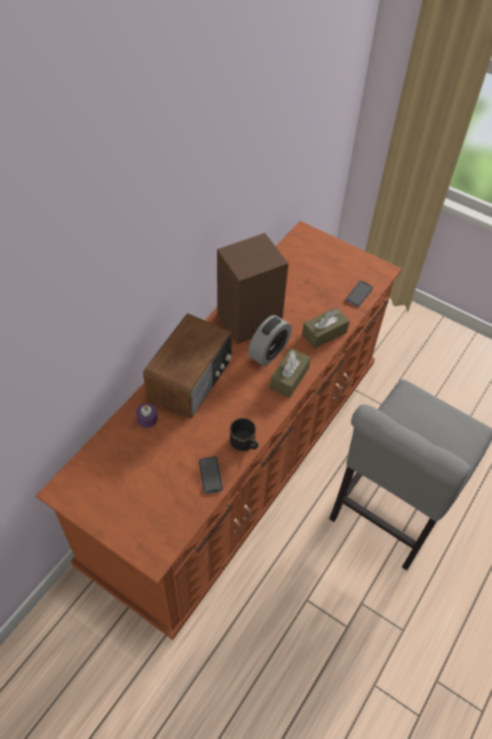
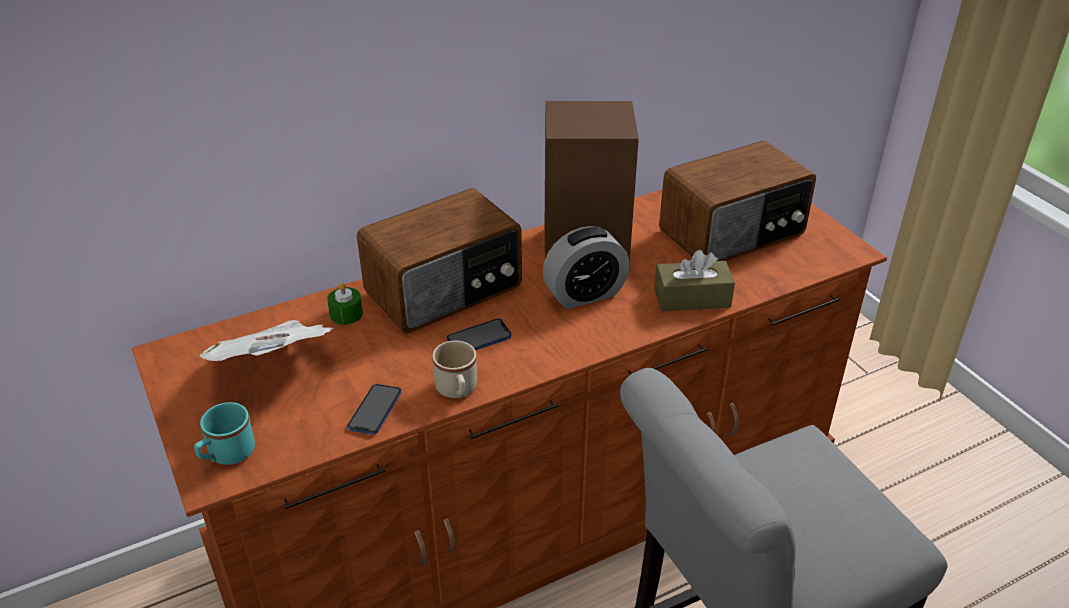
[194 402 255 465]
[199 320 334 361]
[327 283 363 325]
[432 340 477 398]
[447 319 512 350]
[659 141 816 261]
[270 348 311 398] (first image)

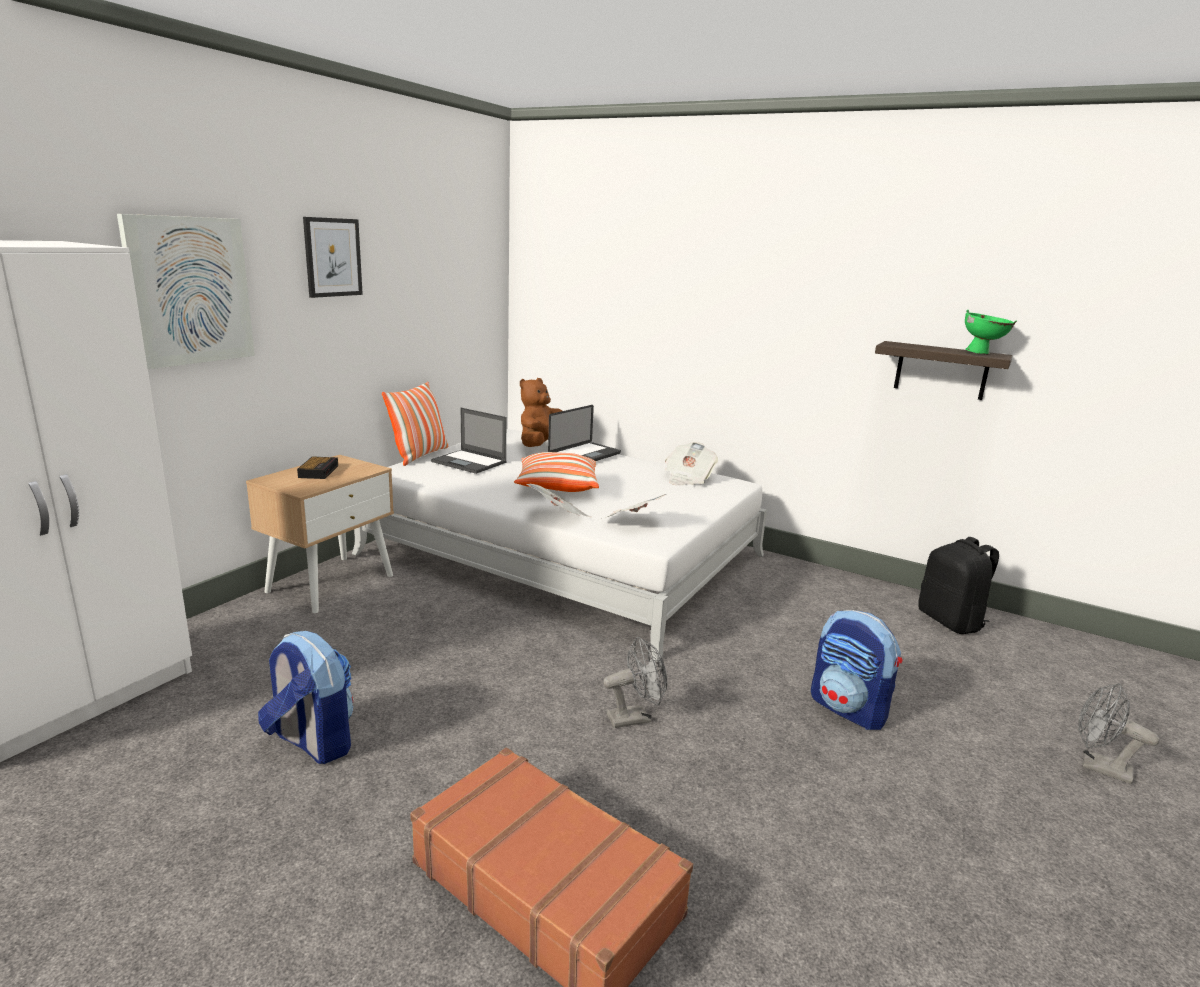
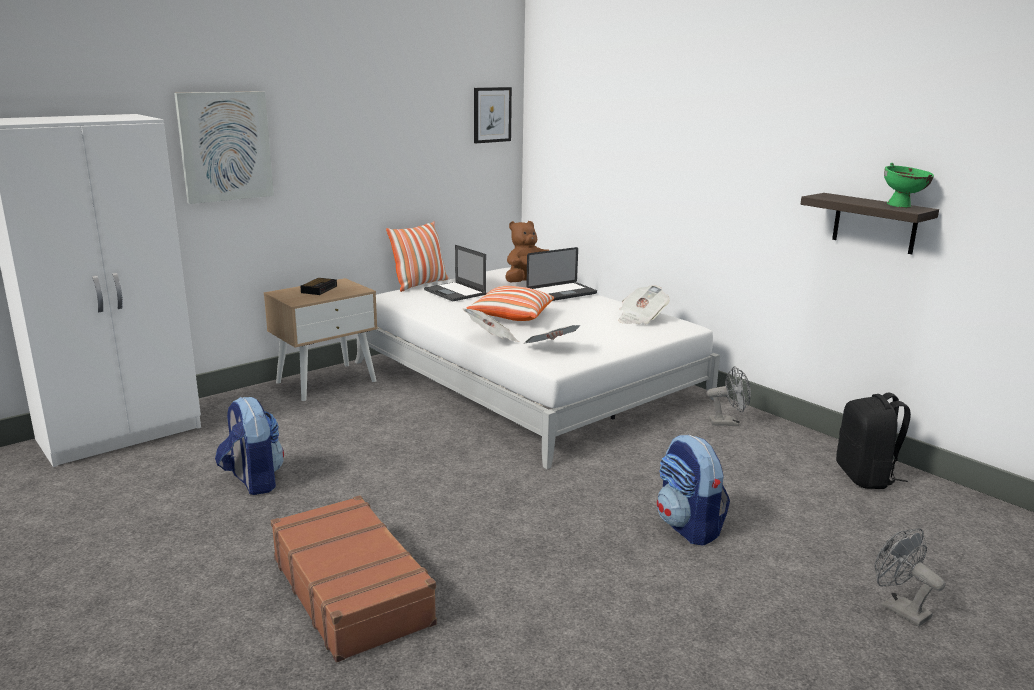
[474 87 512 143]
[707 366 751 426]

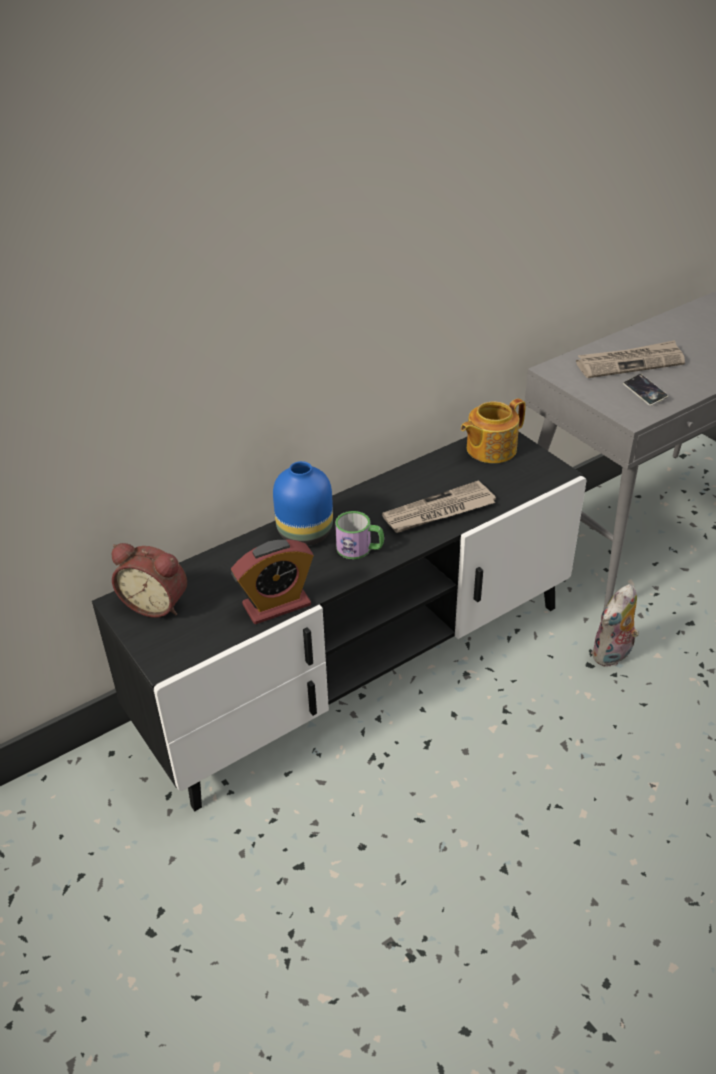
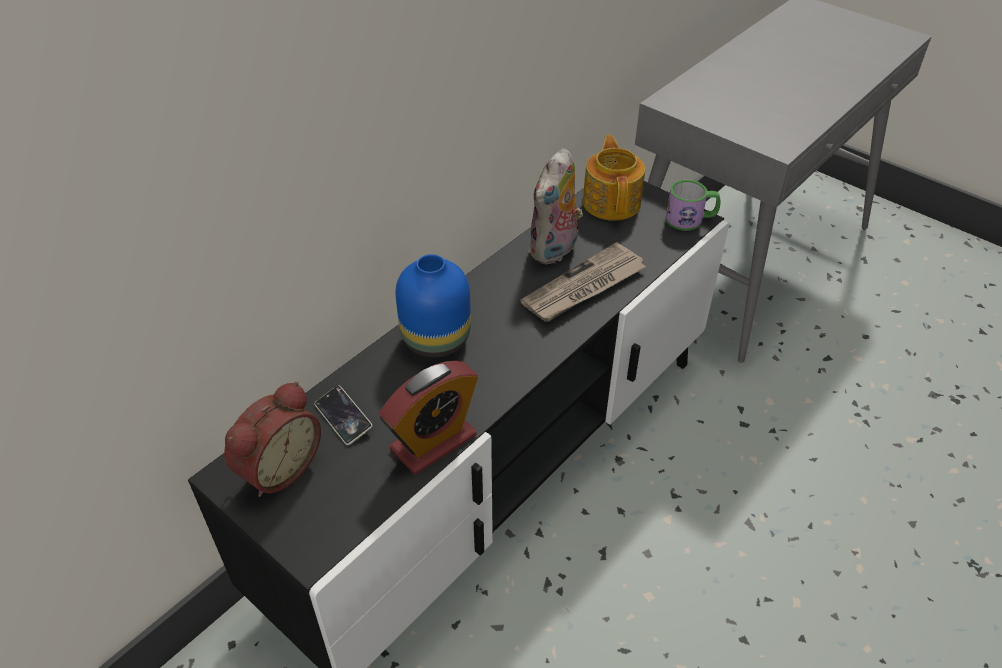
[224 381 321 497]
[315 385 373 445]
[528 148 583 265]
[583 135 645 221]
[666 180 720 231]
[576 340 685 378] (first image)

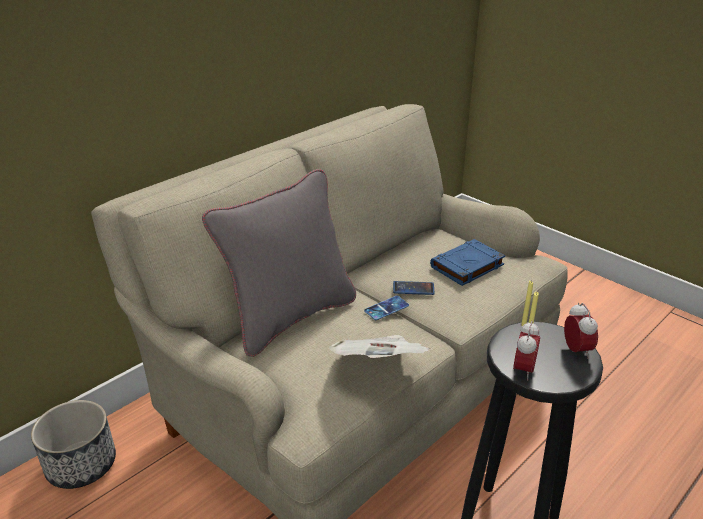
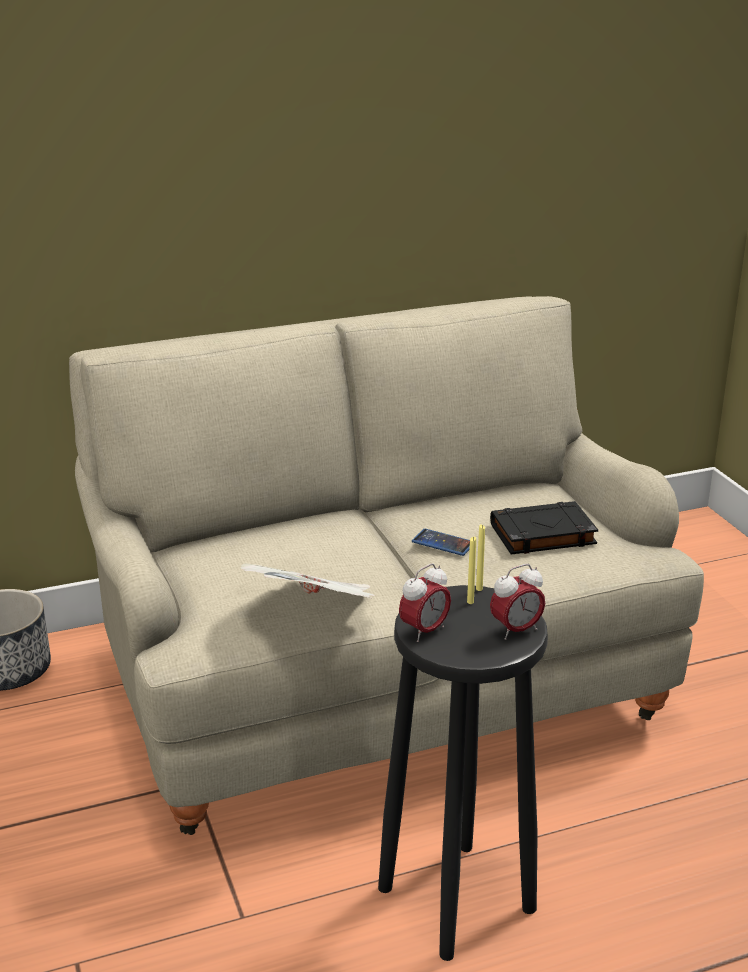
[490 501 598 554]
[490 564 545 640]
[202 169 356 357] (first image)
[364 296 409 320] (first image)

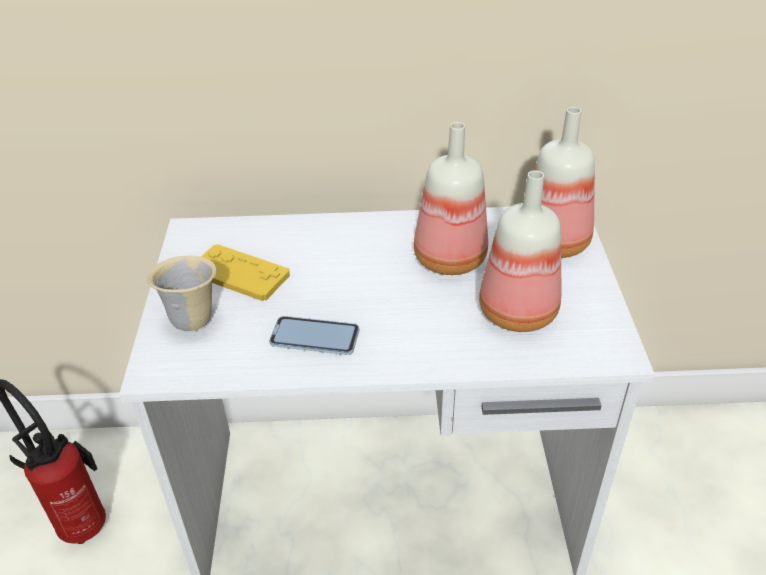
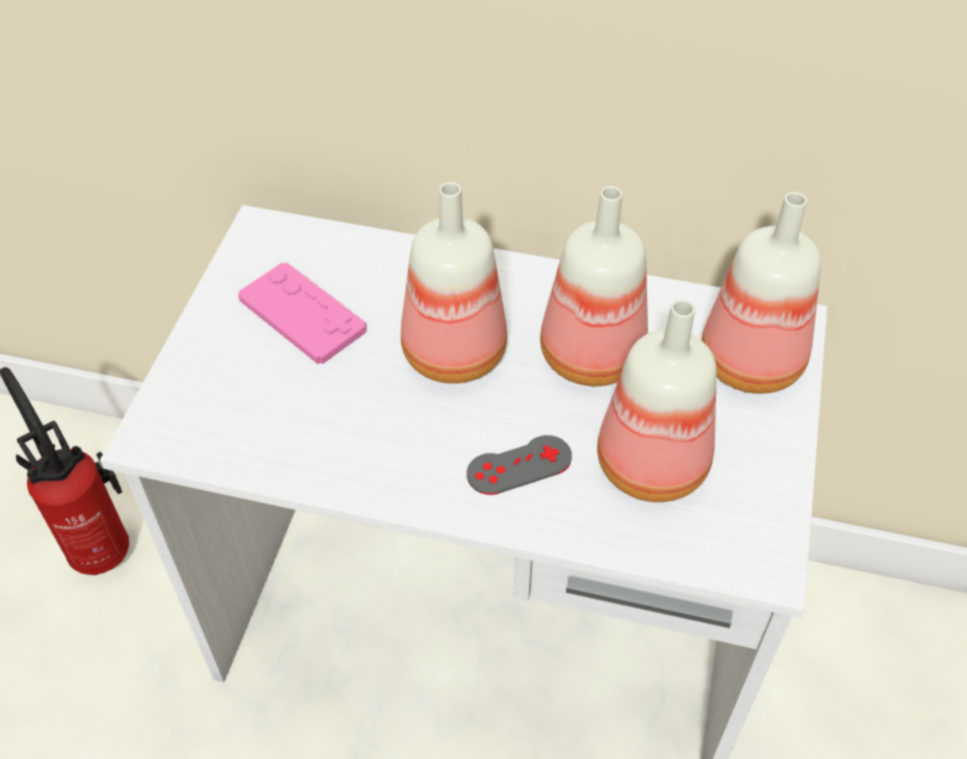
[238 262 367 364]
[401 182 507 384]
[467 435 572 495]
[147 256 217 332] (first image)
[269 316 359 355] (first image)

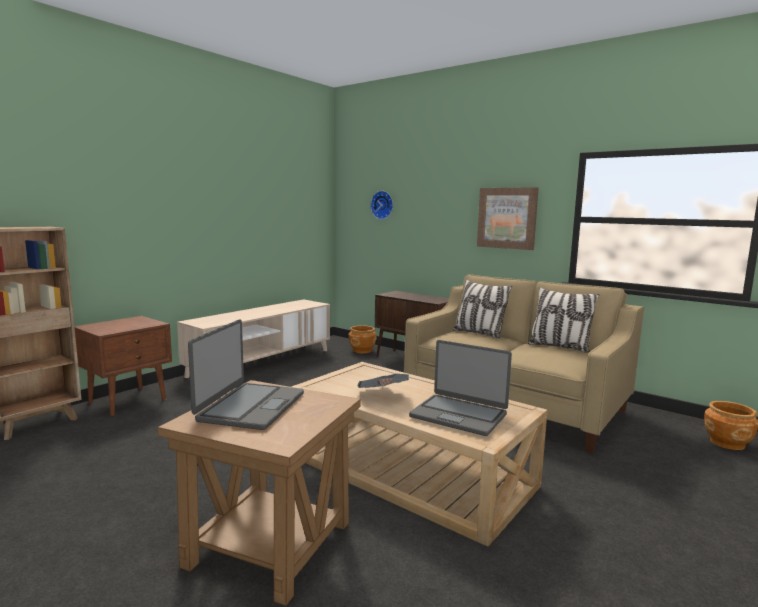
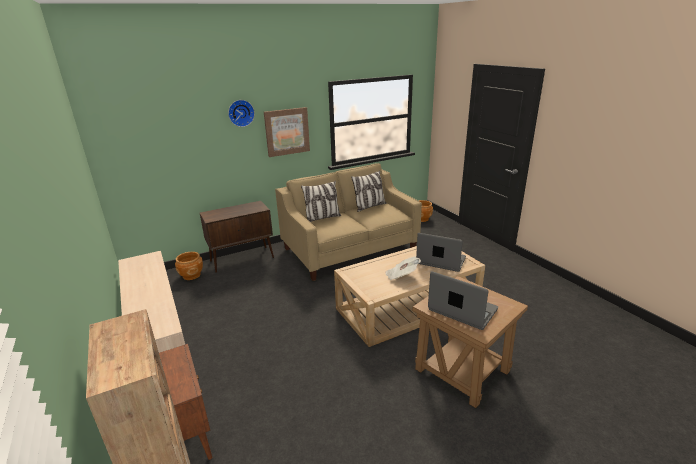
[228 100 255 127]
[416 233 466 272]

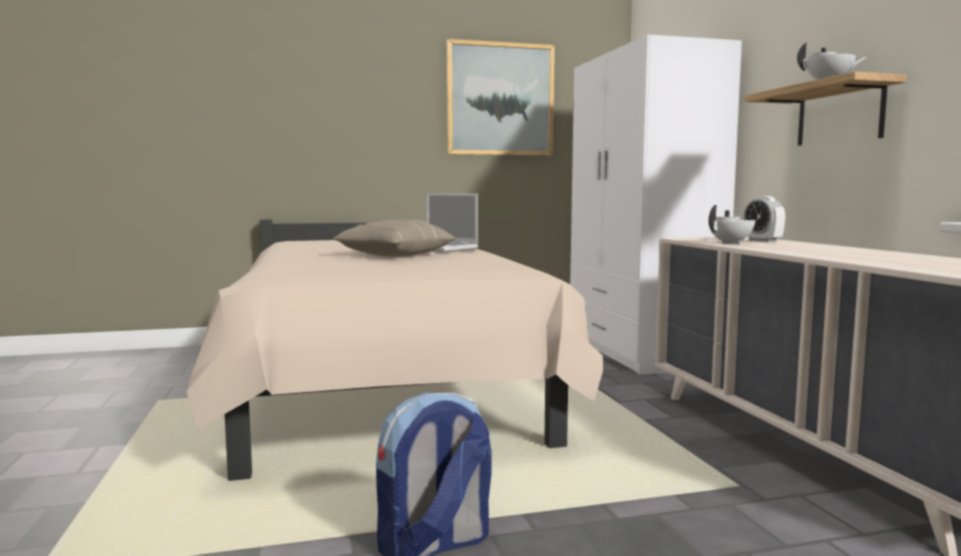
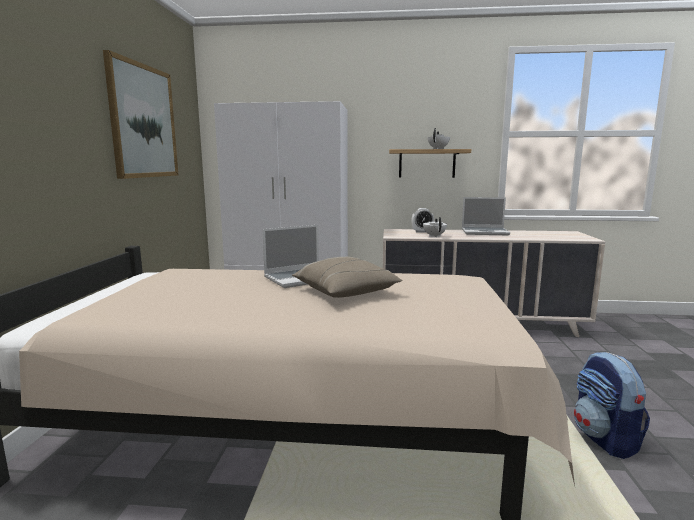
[462 197 510 235]

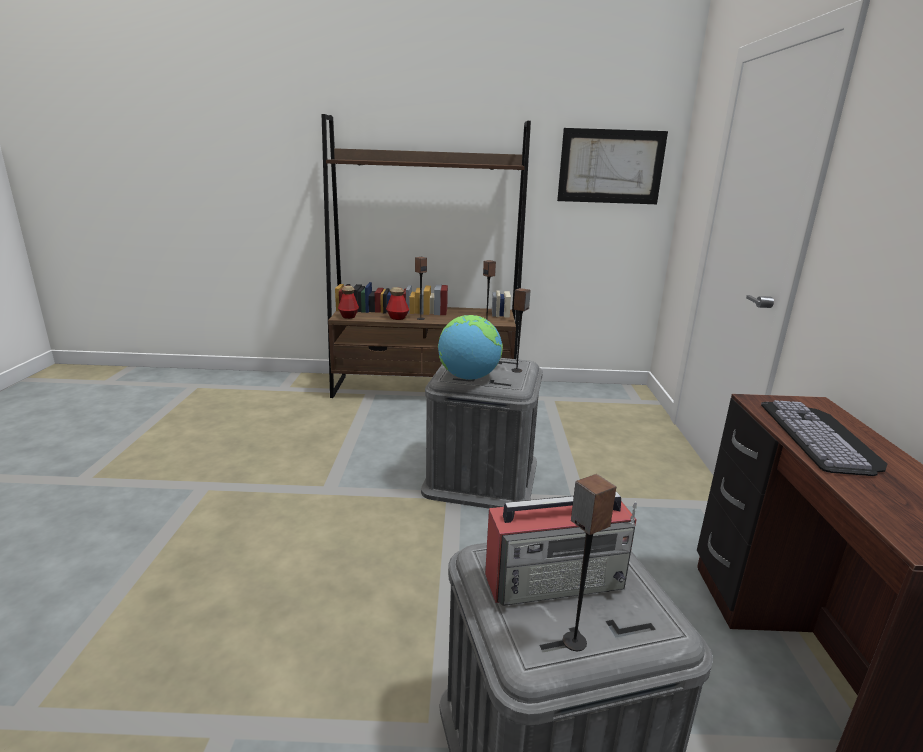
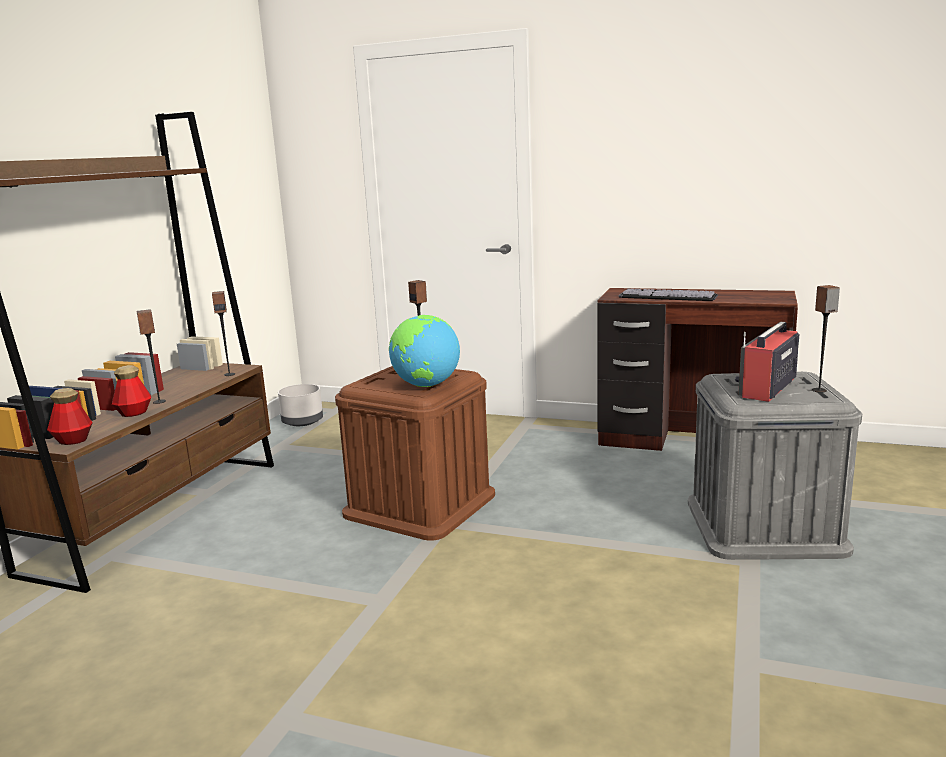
[278 384 323 426]
[335 366 495 541]
[735 322 799 402]
[557 128 668 204] (first image)

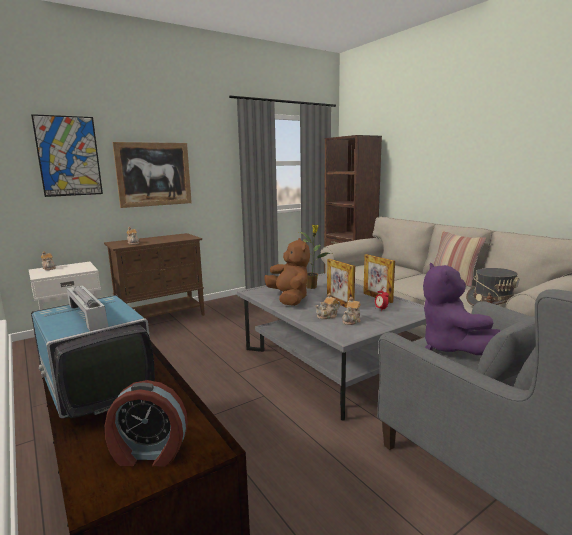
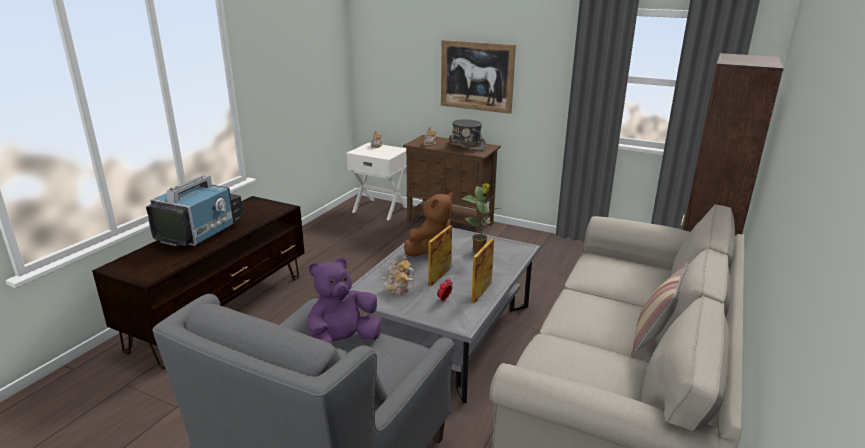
[447 119 486 151]
[31 114 103 197] (first image)
[105 380 188 466] (first image)

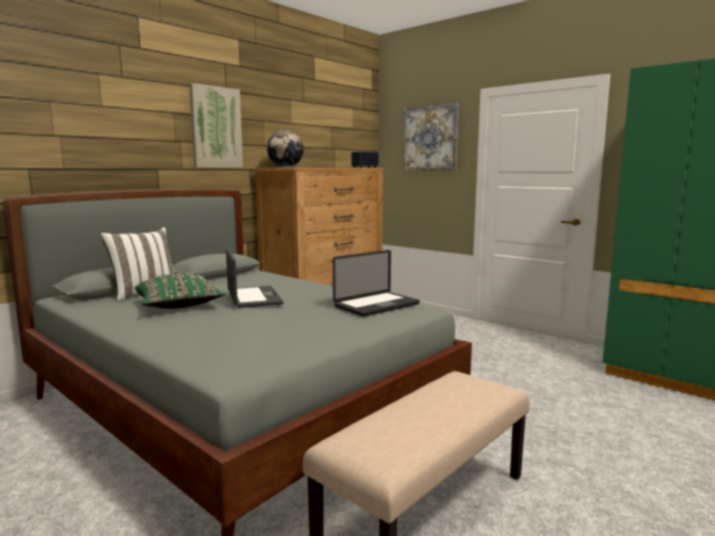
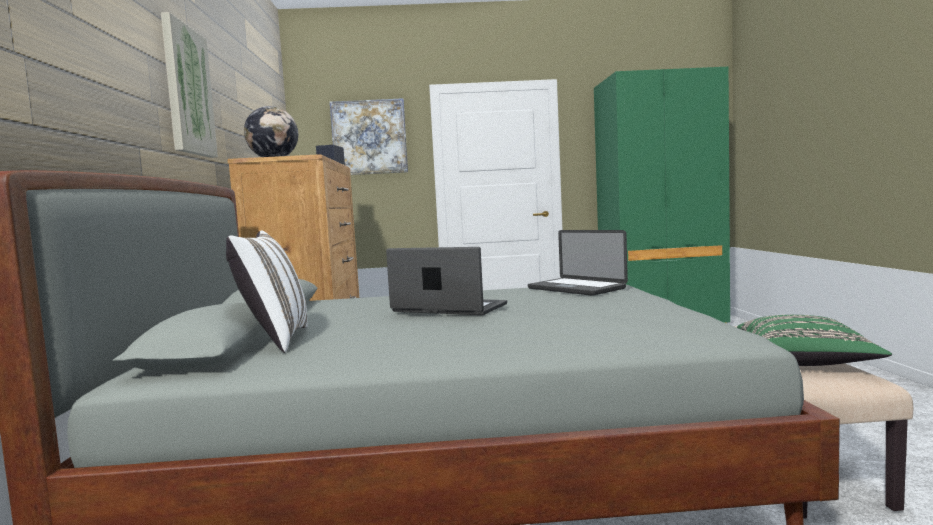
[528 230 628 296]
[737 315 892 366]

